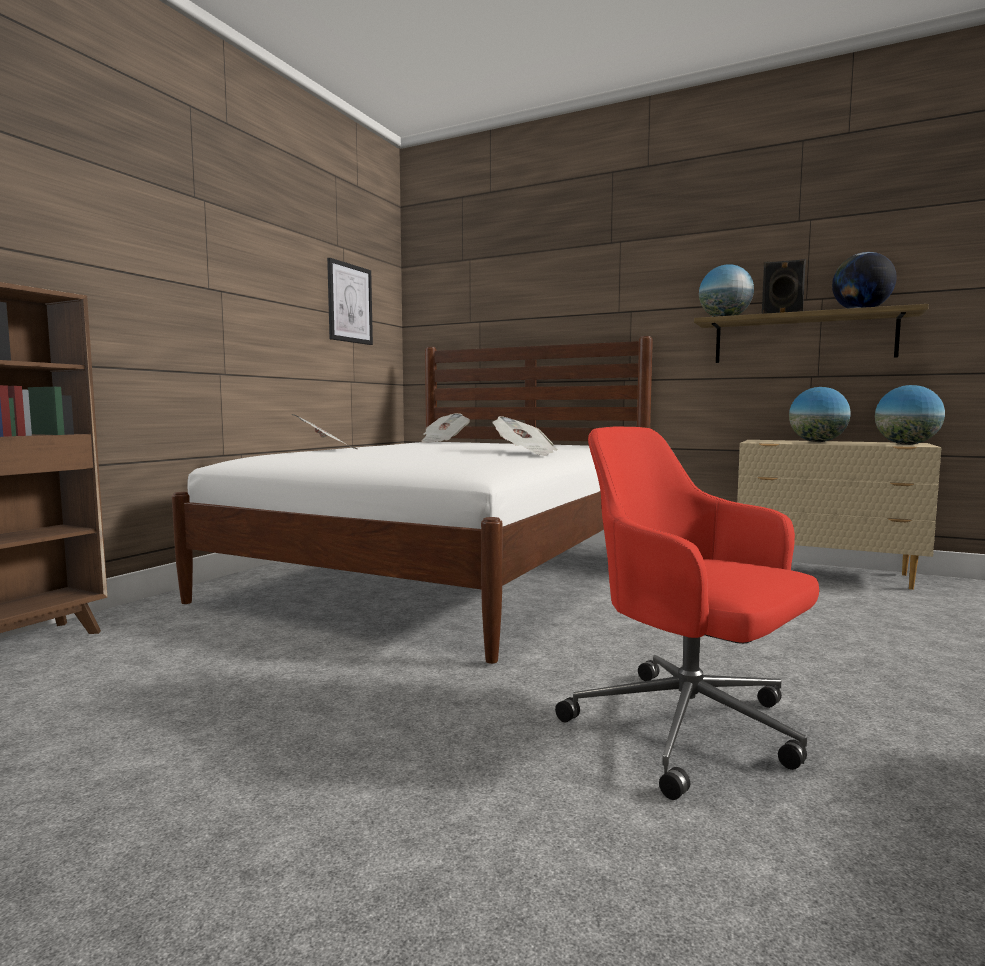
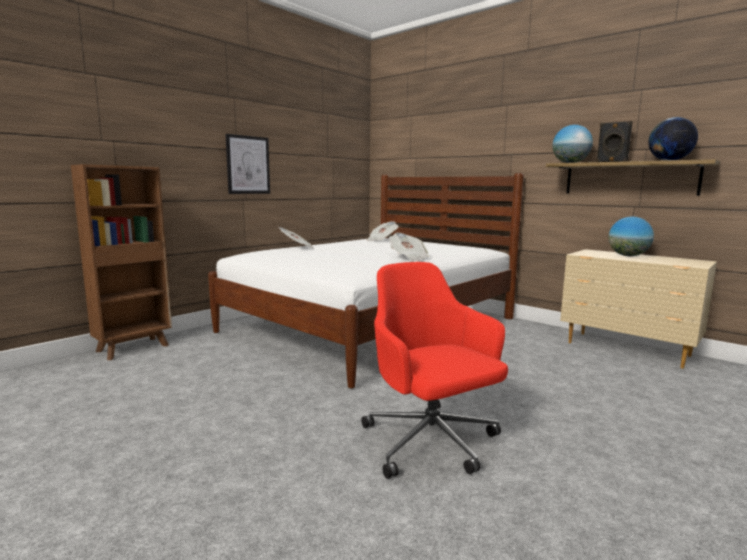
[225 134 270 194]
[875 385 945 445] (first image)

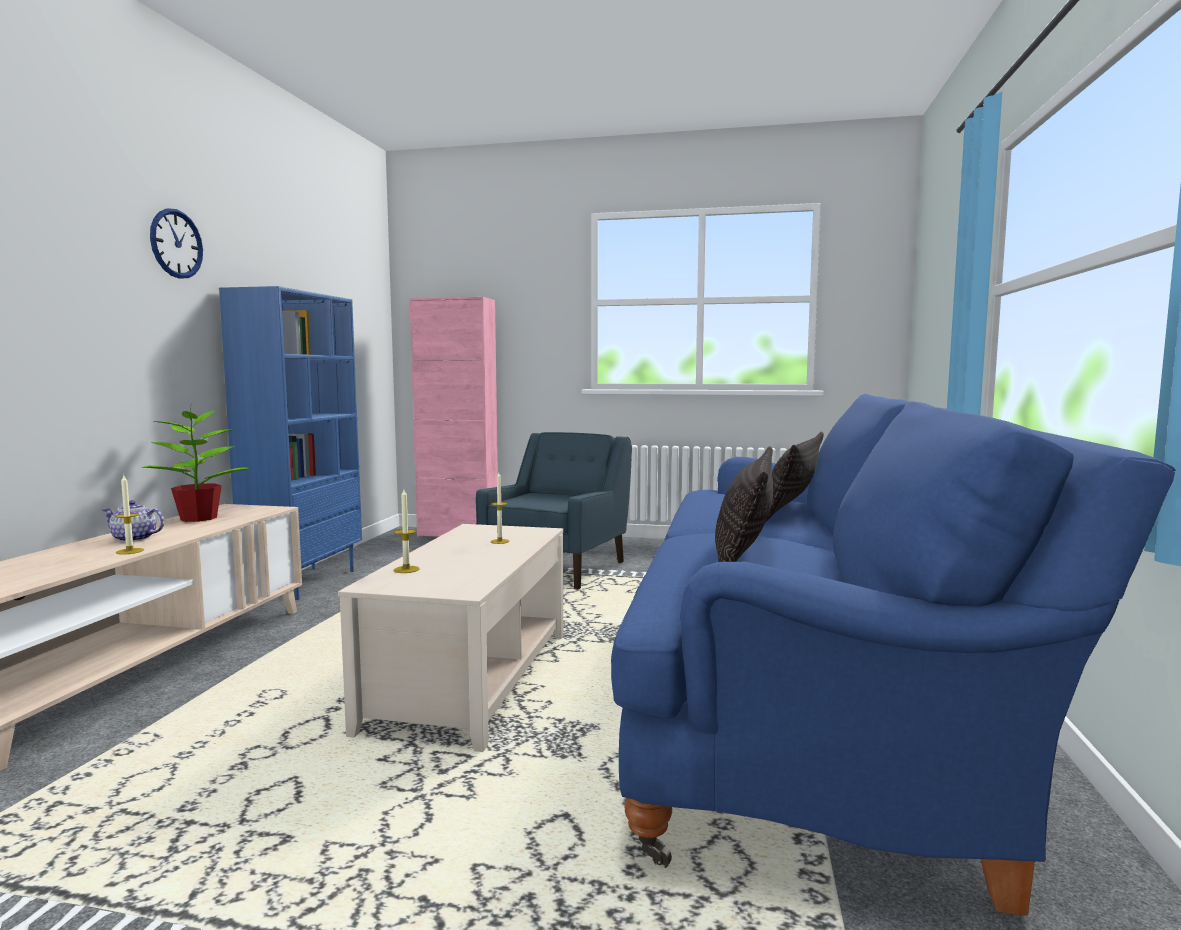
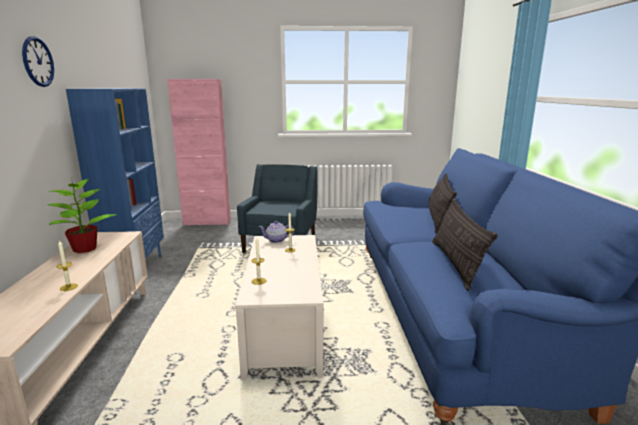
[259 221 294 243]

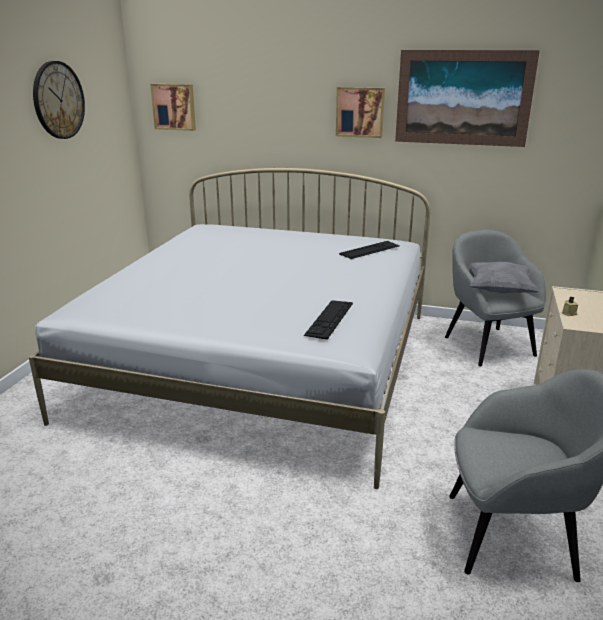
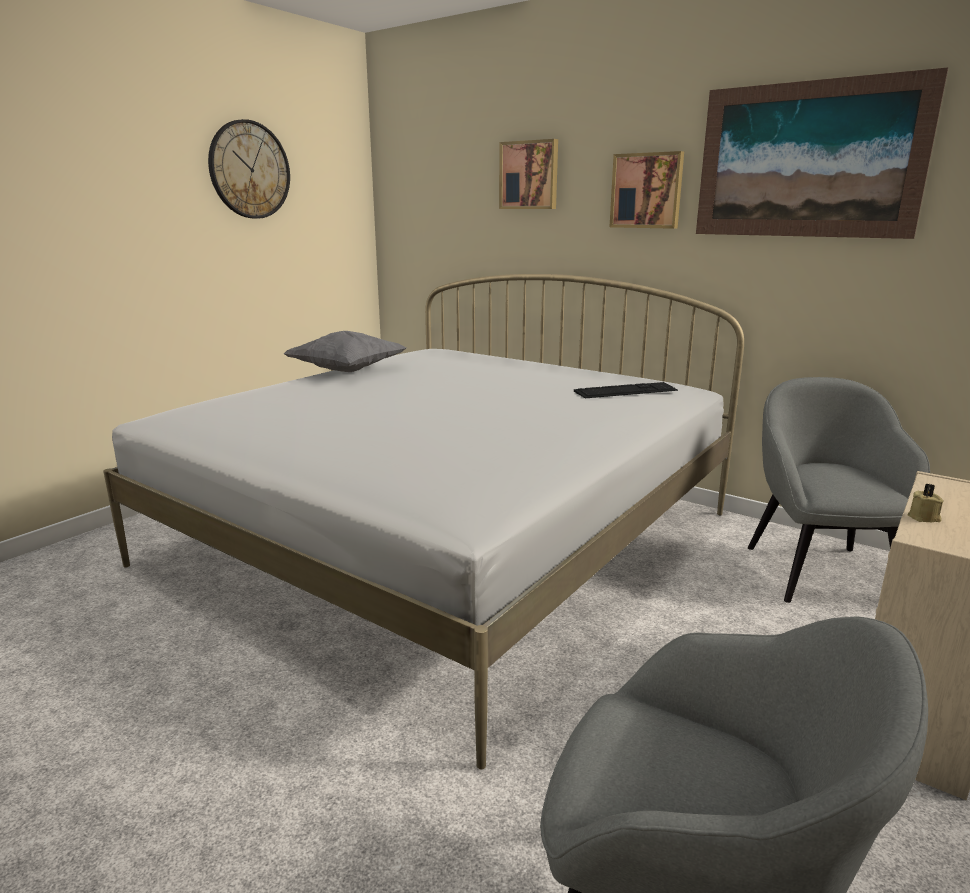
[283 331 406 372]
[499 139 558 209]
[304 300 353 340] (first image)

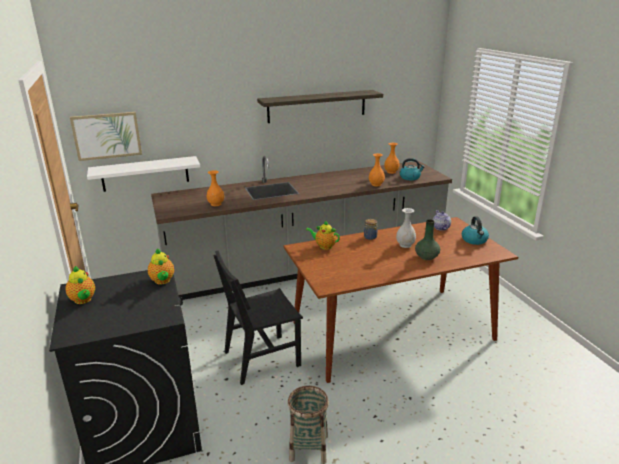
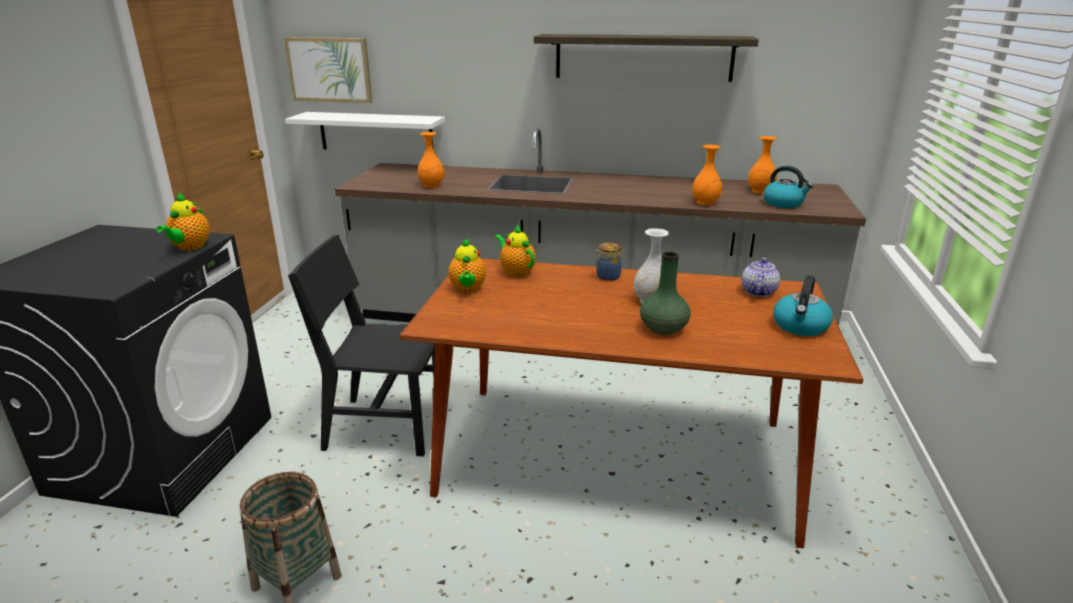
[448 238 486 293]

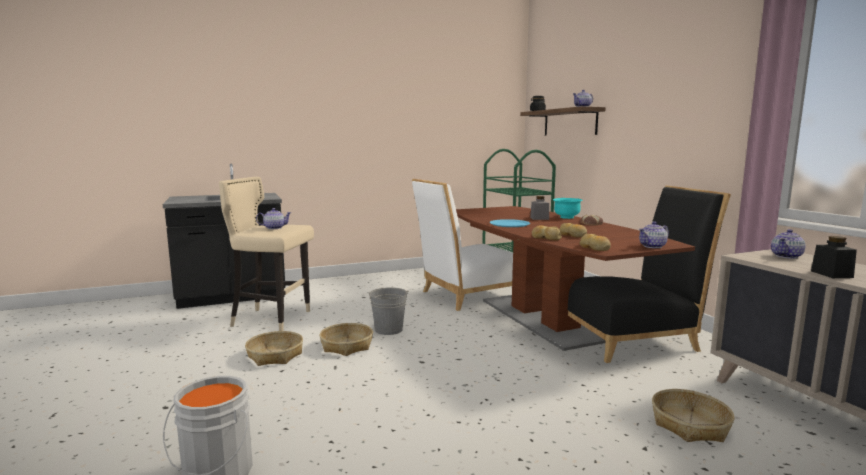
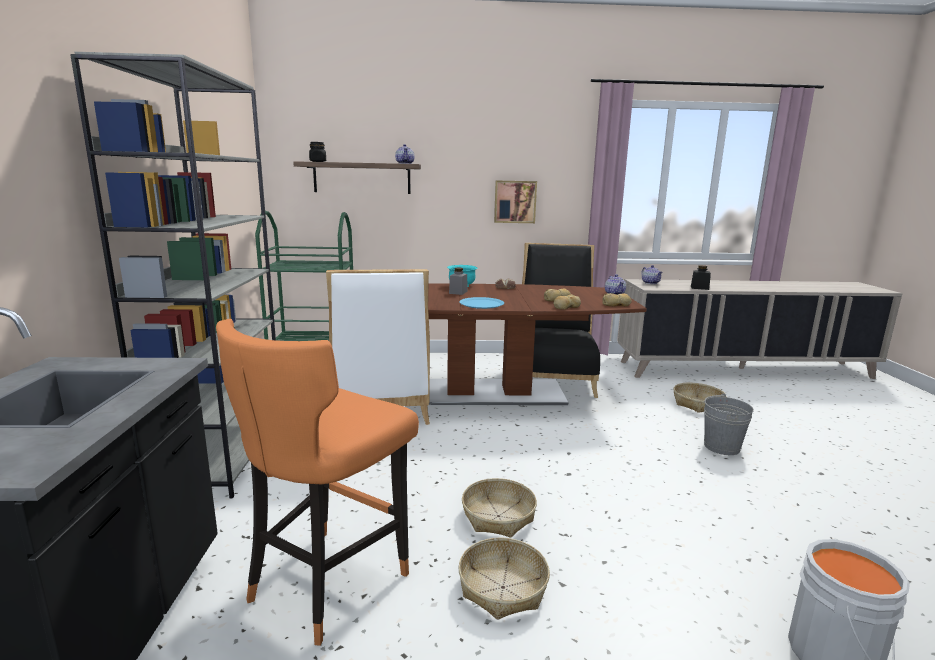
[70 52 276 499]
[216 319 419 646]
[494 180 537 223]
[704 393 754 455]
[256 208 292 229] (first image)

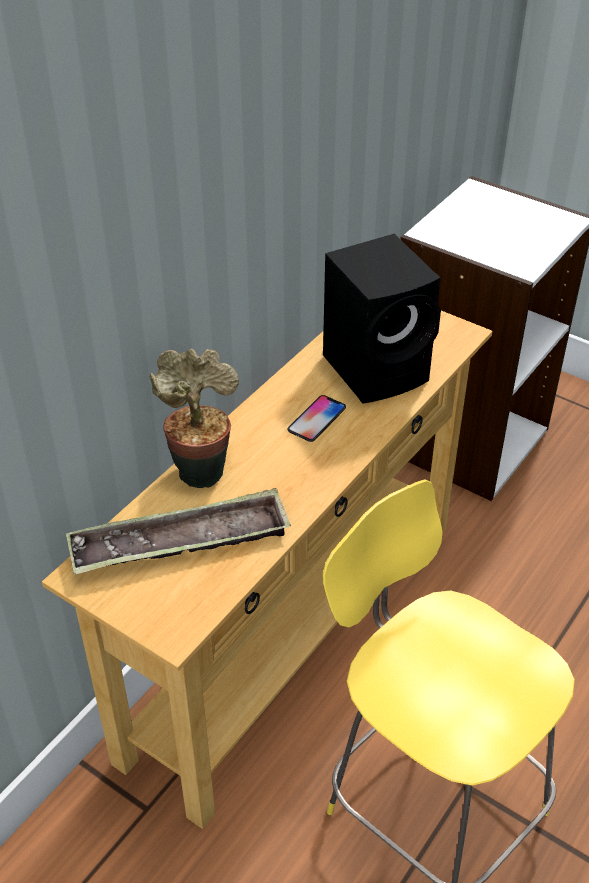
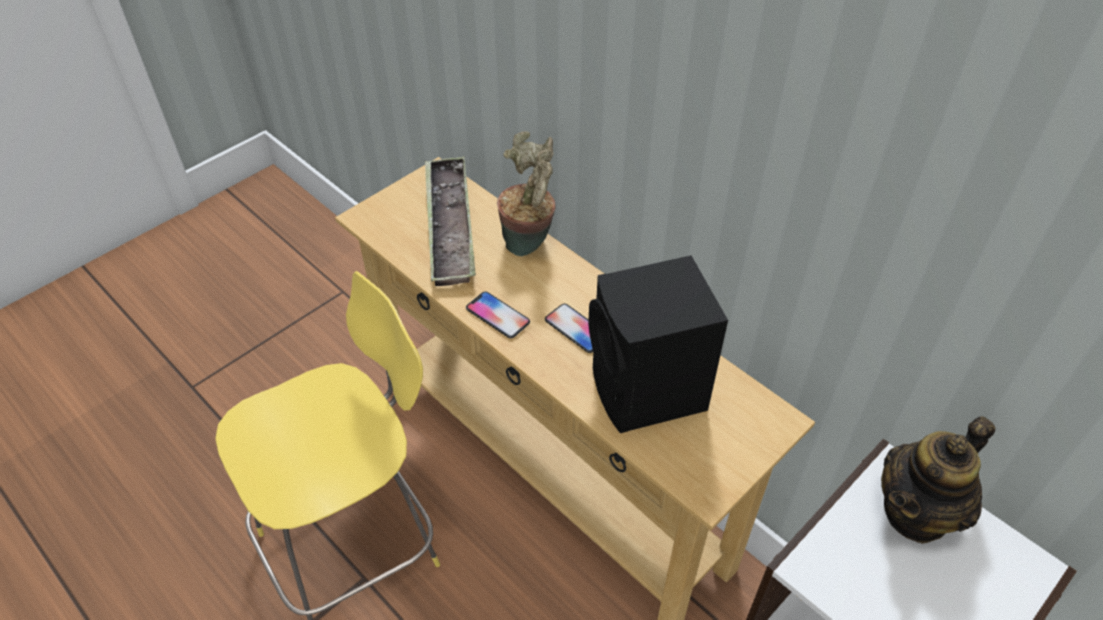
[466 291 530 338]
[881 416 995 544]

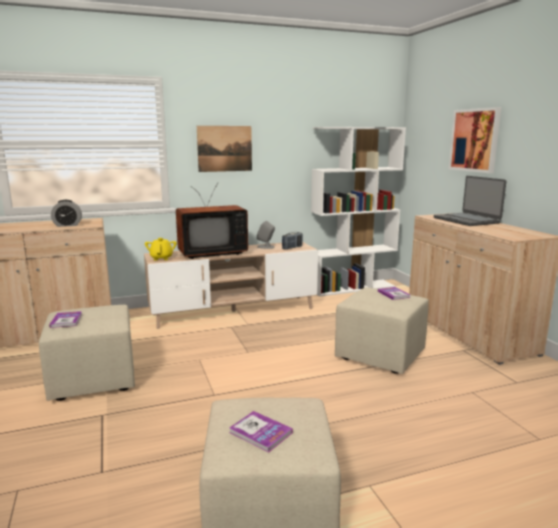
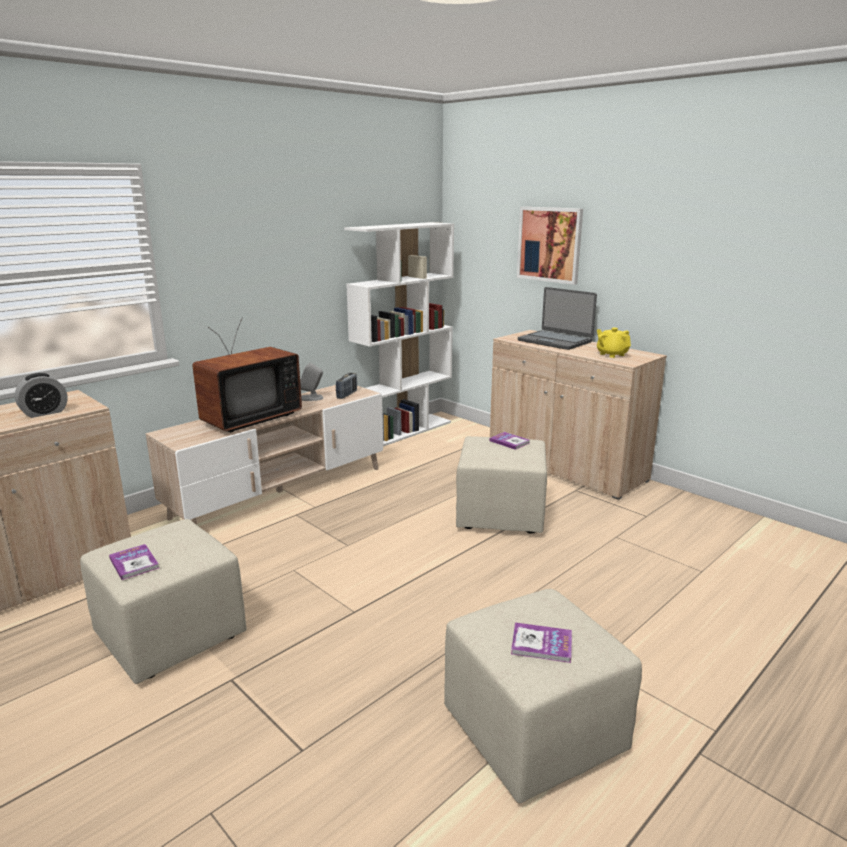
[597 328 631 358]
[197 126 252 172] (first image)

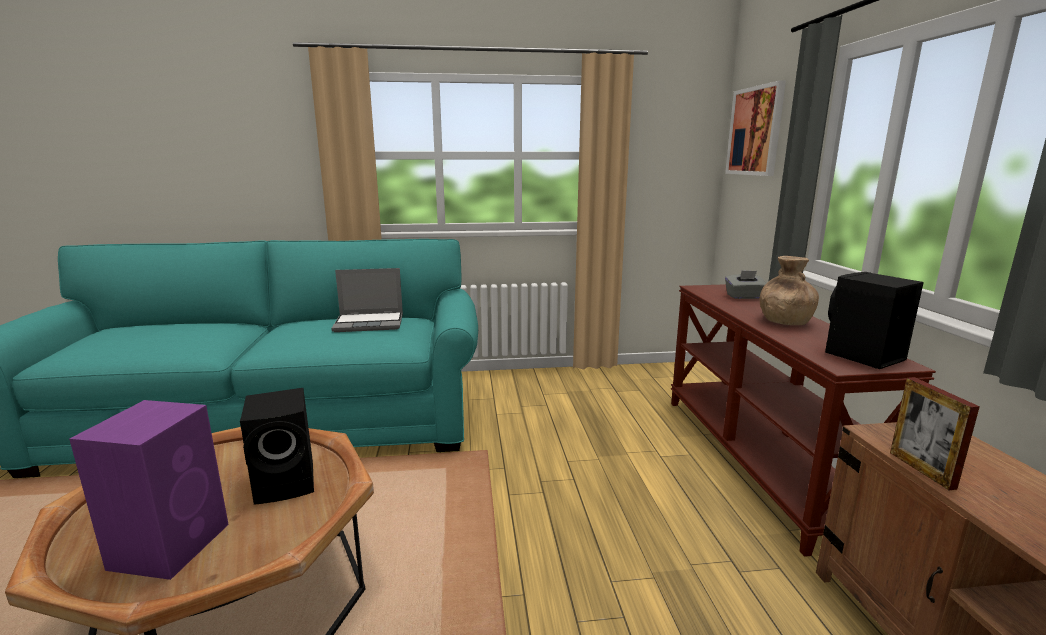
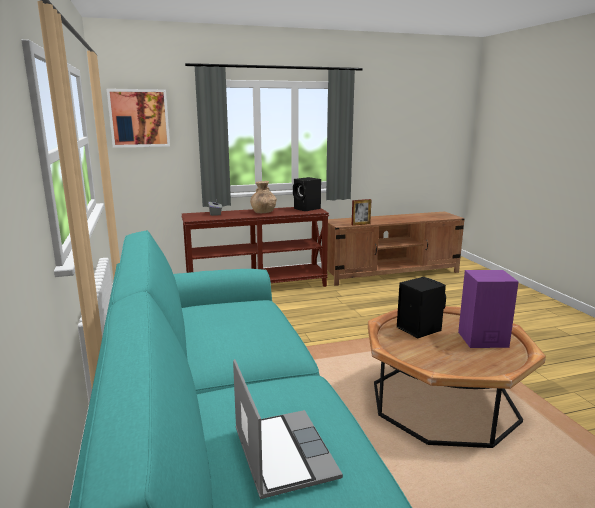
[233 359 343 499]

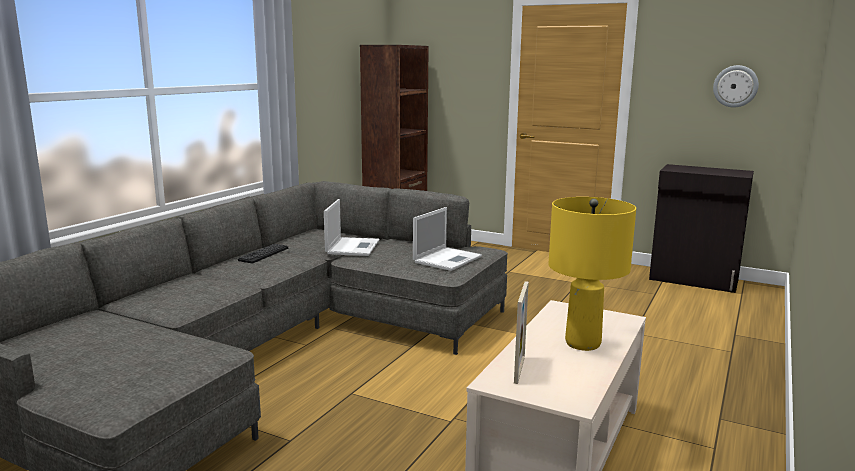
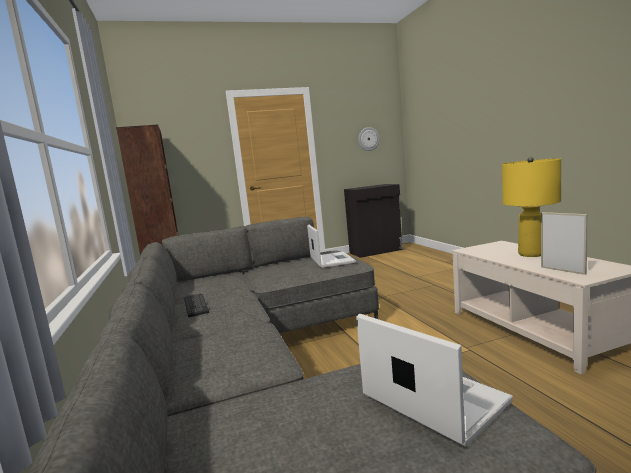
[356 314 513 447]

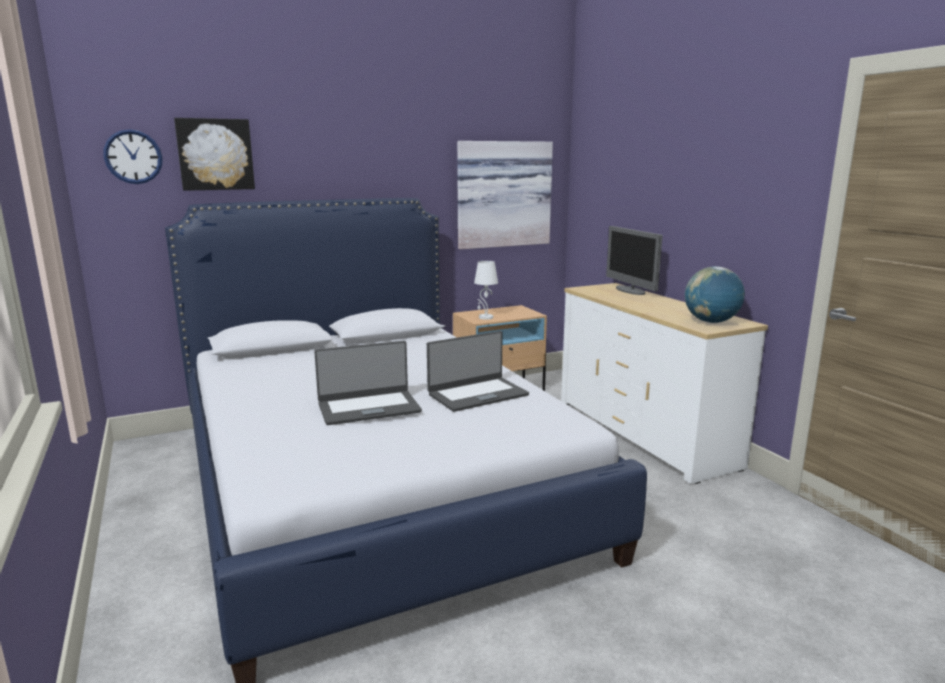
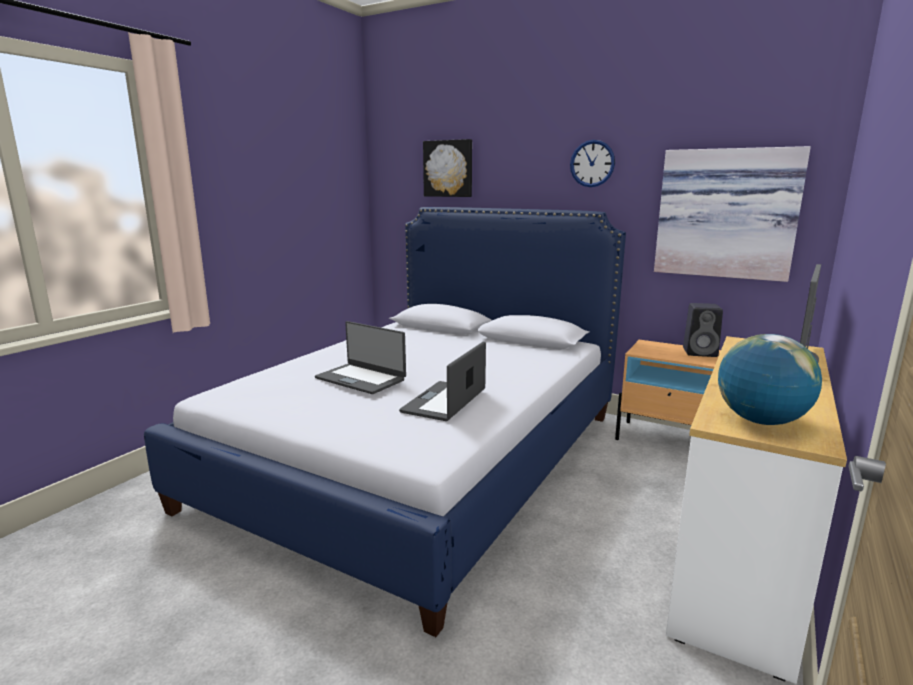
[399 342 486 421]
[570 140 615 187]
[683 303 723 357]
[474 261 498 320] (first image)

